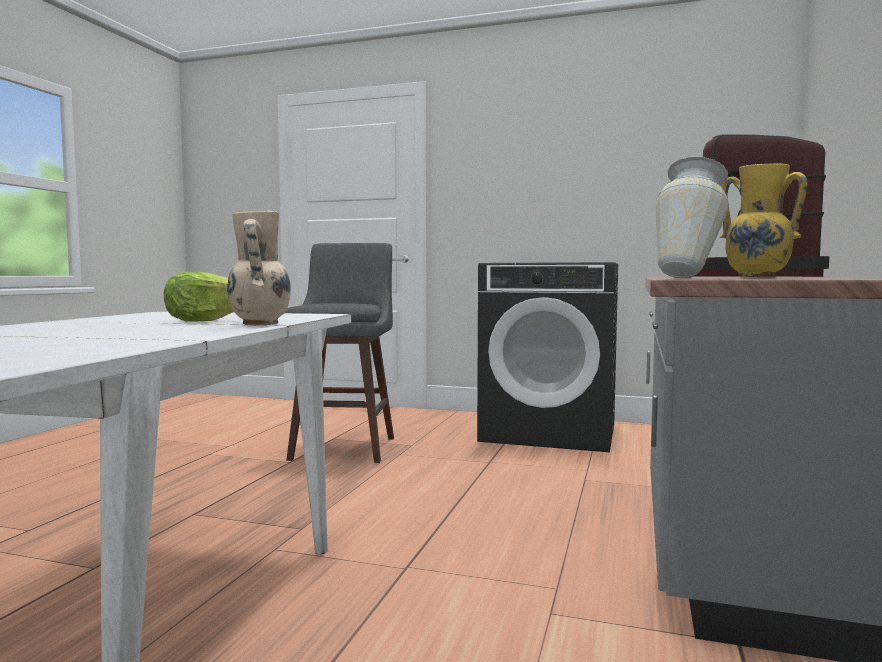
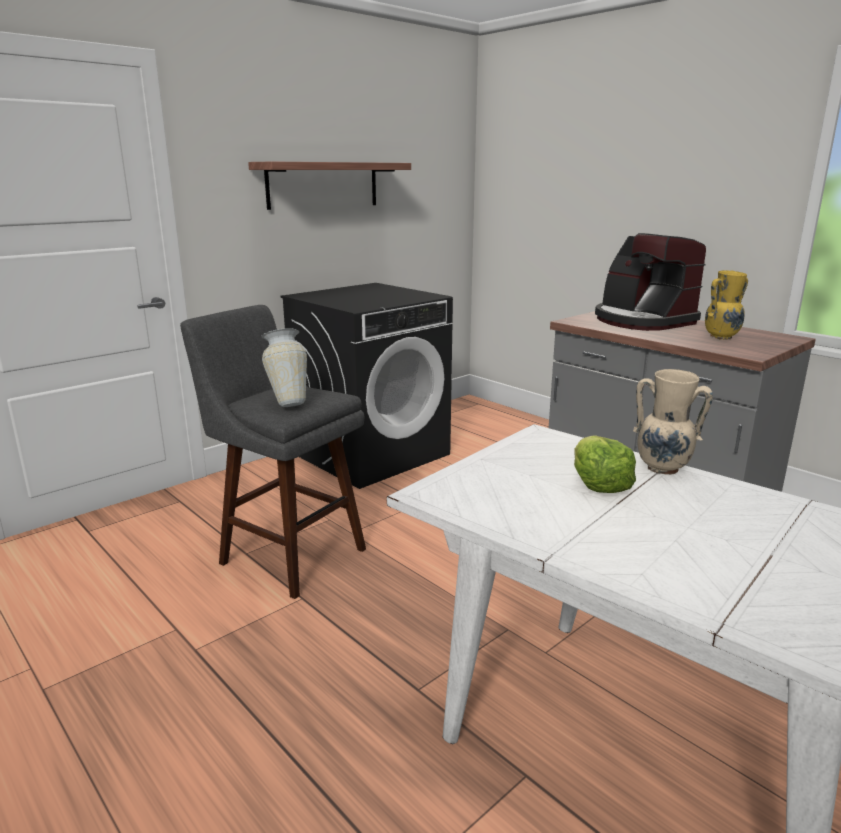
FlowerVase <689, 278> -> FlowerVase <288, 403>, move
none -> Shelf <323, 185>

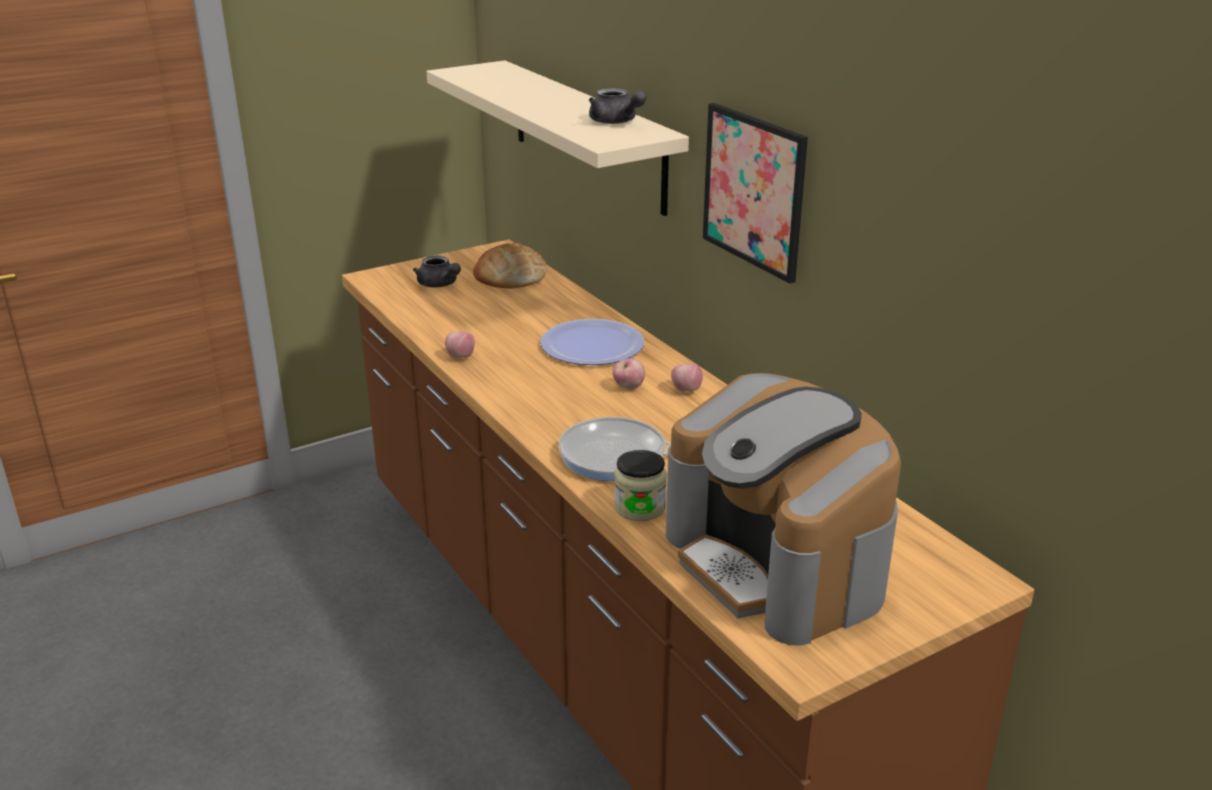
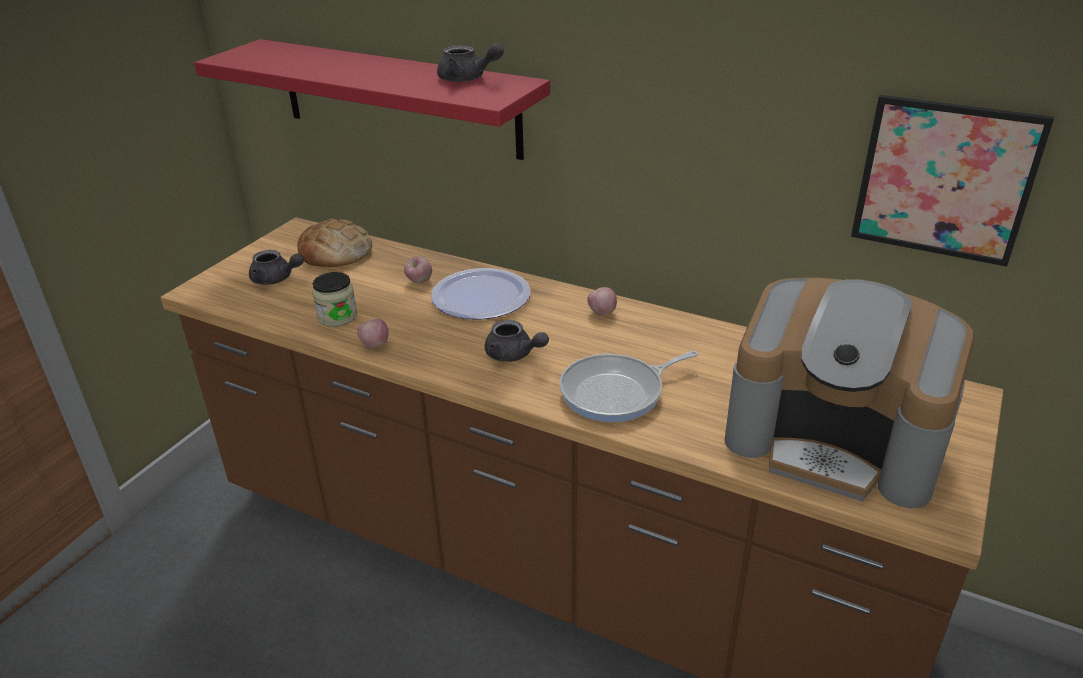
BeigeColouredShelf <586, 134> -> RedColouredShelf <398, 98>
WholeApple <628, 387> -> WholeApple <419, 282>, move
Jar <639, 507> -> Jar <337, 316>, move
WallArt <754, 190> -> WallArt <944, 180>, move
none -> GreyTeapot <513, 355>

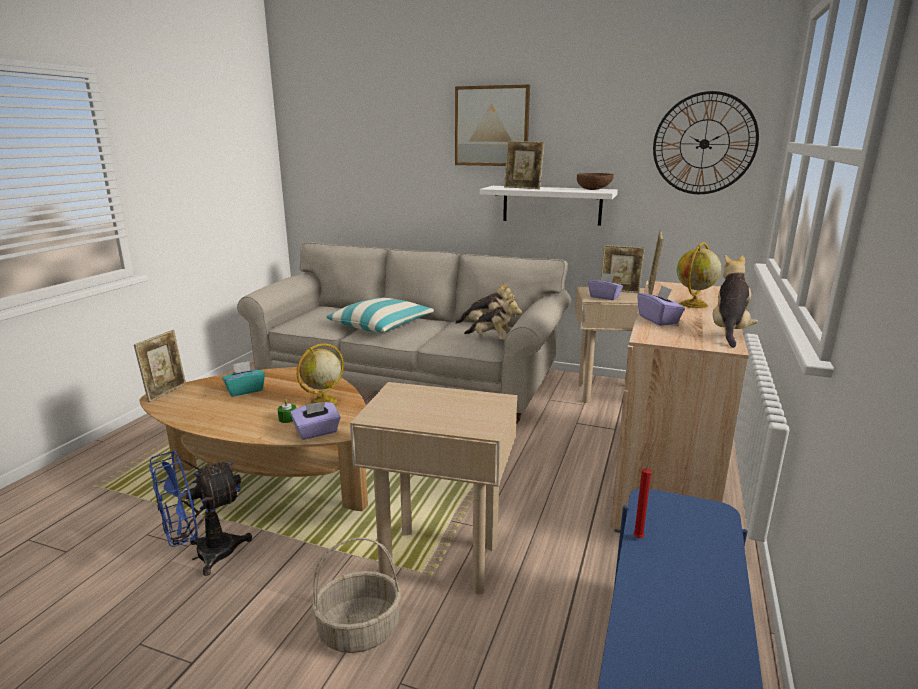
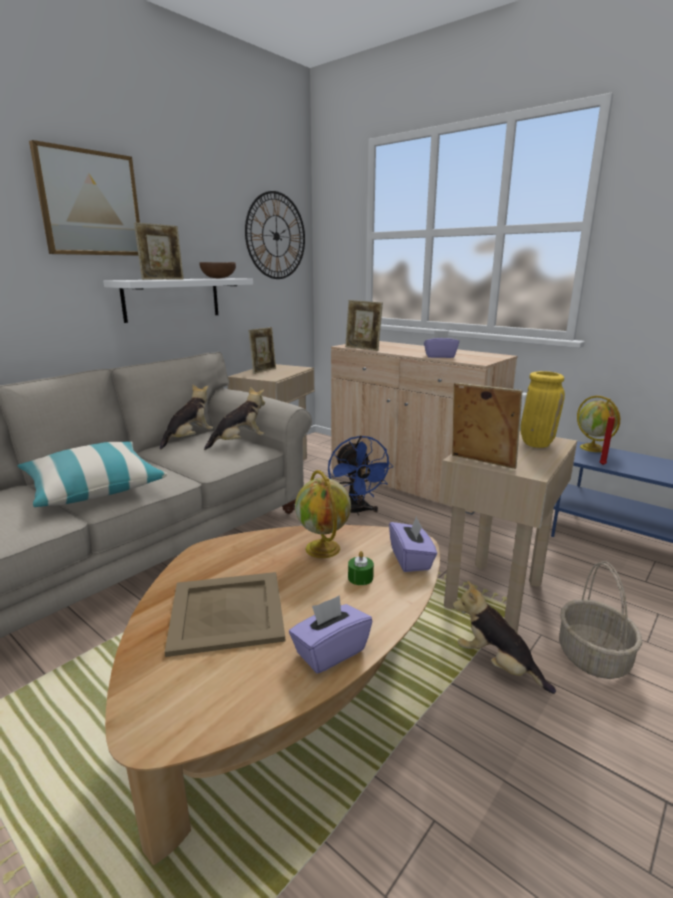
StandingFrame <166, 392> -> StandingFrame <481, 462>, move
BluishElectricFan <205, 556> -> BluishElectricFan <356, 512>, move
TurquoiseTissueBox <245, 390> -> BeigeColouredTray <228, 612>
PurpleColouredTissueBox <604, 297> -> PurpleColouredTissueBox <330, 651>, move
DeskGlobe <694, 305> -> DeskGlobe <593, 448>, move
PlushToy <729, 331> -> PlushToy <497, 665>, move
none -> YellowColouredFlowerVase <536, 443>

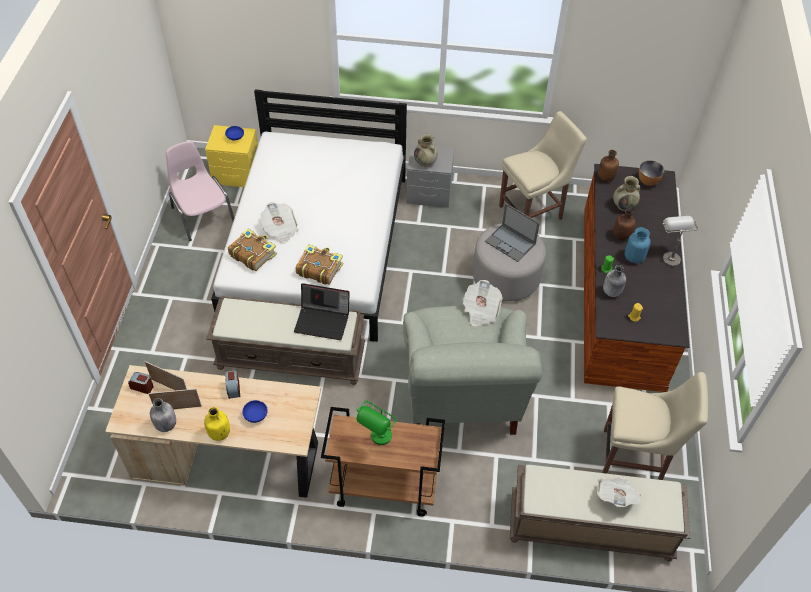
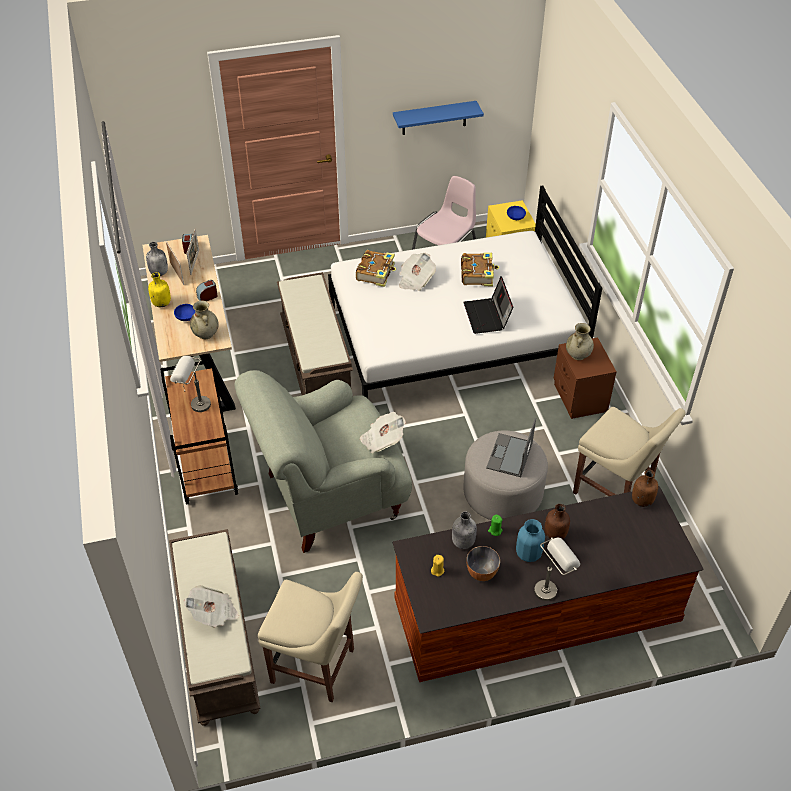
Laptop <323, 321> -> Laptop <487, 316>, move
Book <319, 268> -> Book <477, 274>, move
GreenishTableLamp <378, 441> -> GreyTableLamp <194, 404>
GreyNightstand <429, 194> -> BrownNightstand <580, 398>
BeigeColouredChair <635, 458> -> BeigeColouredChair <317, 667>, 60 degrees counterclockwise
BeigeColouredFlowerVase <624, 205> -> BeigeColouredFlowerVase <206, 334>, move
DeepDish <648, 181> -> DeepDish <481, 573>, move
none -> BluishShelf <434, 118>

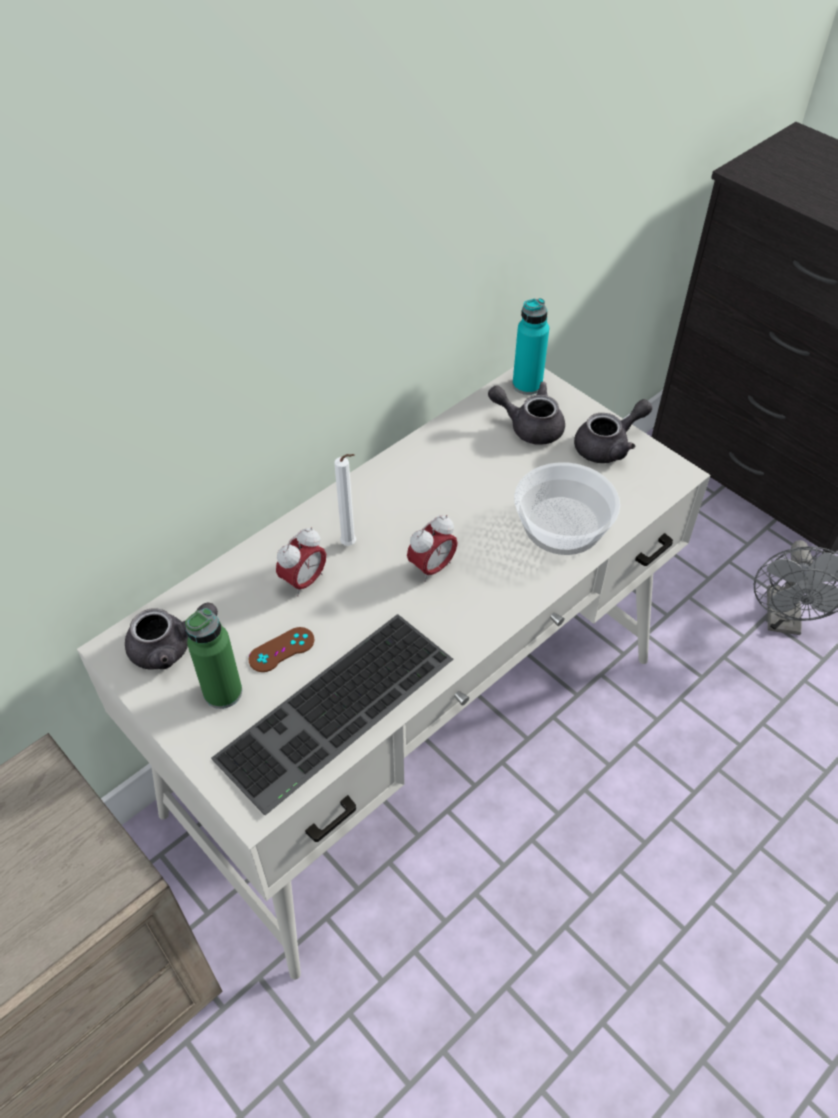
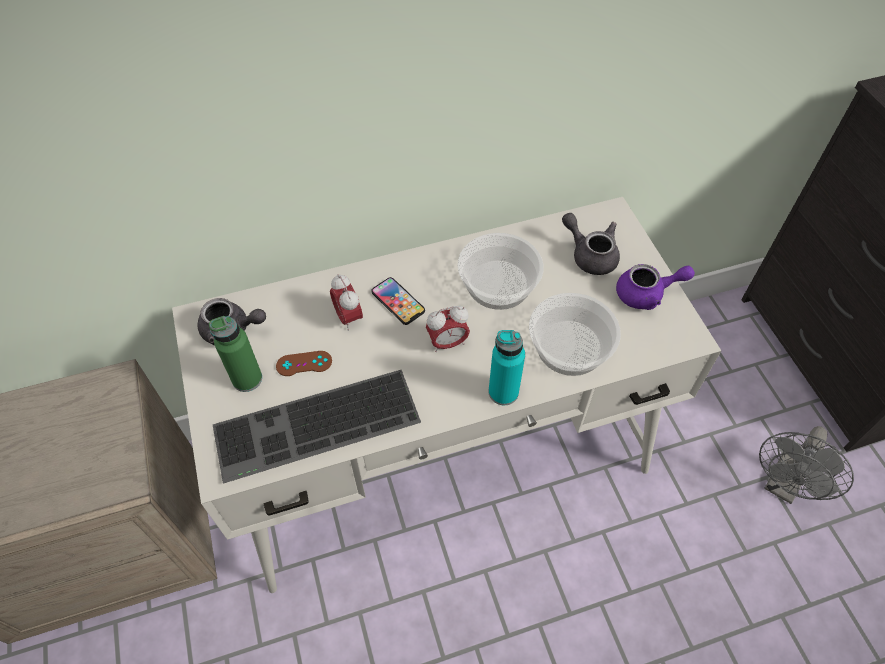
BedsideClock <304, 581> -> BedsideClock <348, 317>, 90 degrees clockwise
WhitishCandle <351, 545> -> Telephone <398, 301>
TurquoiseBeverageBottle <527, 385> -> TurquoiseBeverageBottle <503, 392>, move
GreyTeapot <608, 446> -> PurpleColouredTeapot <646, 294>
none -> DeepDish <497, 284>

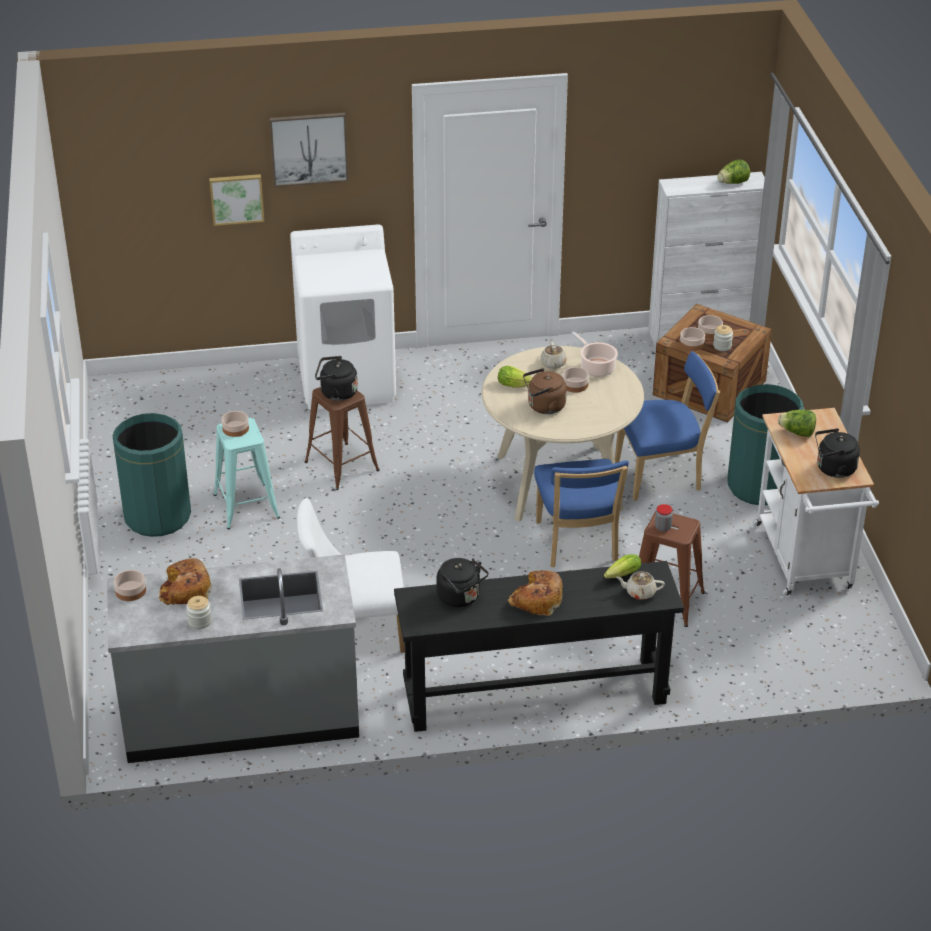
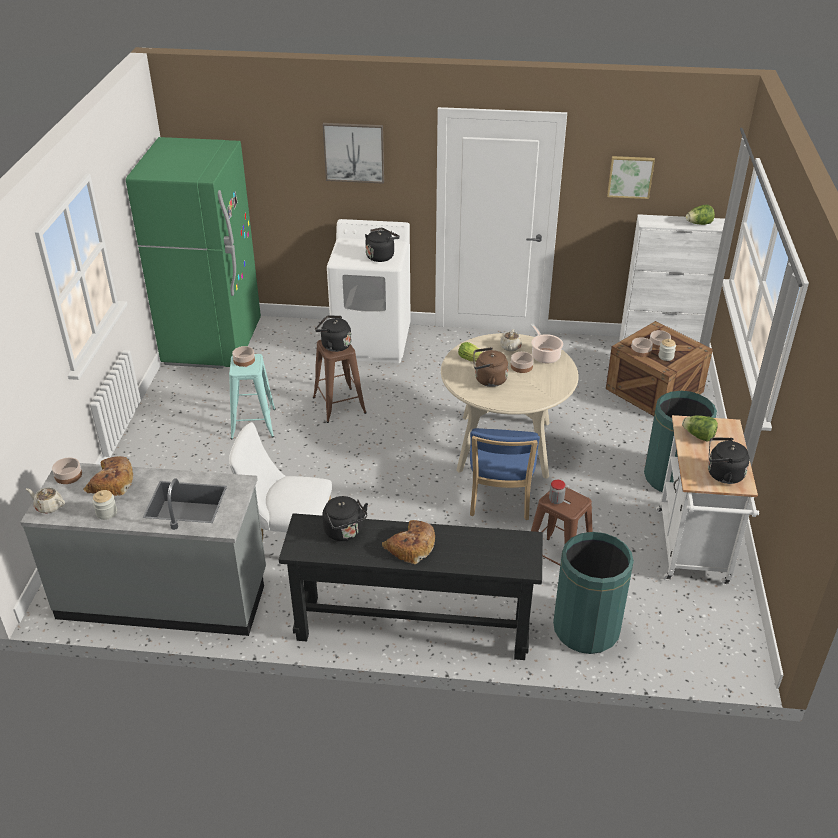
GreenishRubbishBin <157, 516> -> GreenishRubbishBin <586, 629>, move
WallArt <236, 198> -> WallArt <630, 176>, move
Lettuce <621, 576> -> none
BluishChair <662, 475> -> none
BeigeColouredTeapot <640, 592> -> BeigeColouredTeapot <48, 506>, move
none -> GreenishRefrigerator <213, 343>
none -> BlackishKettle <381, 256>

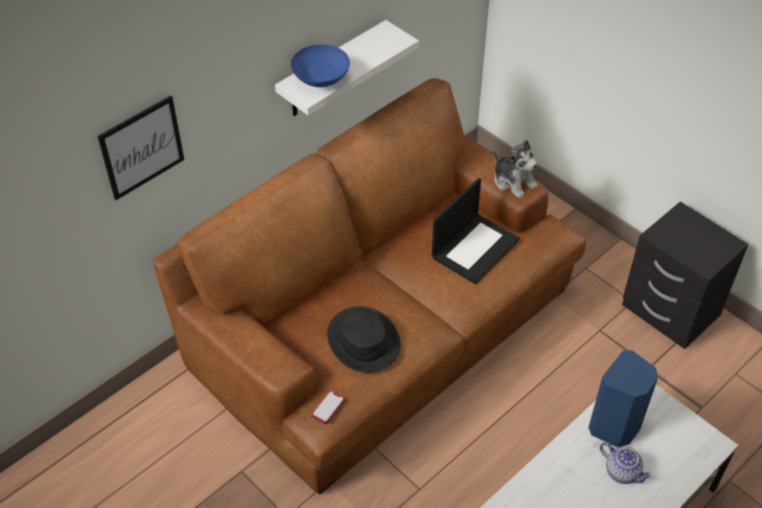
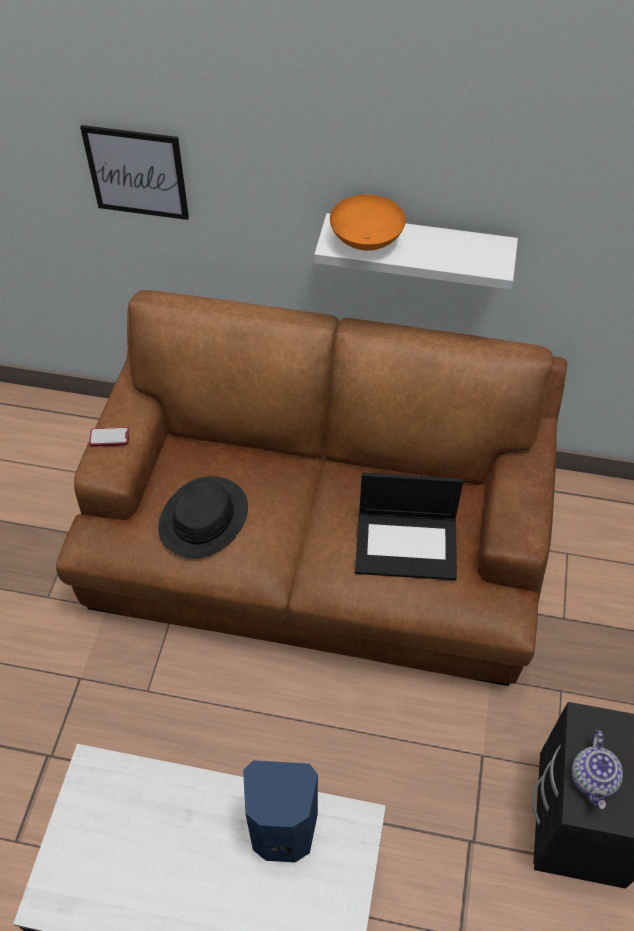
BluishDeepDish <320, 81> -> OrangeyDeepDish <365, 241>
Telephone <328, 408> -> Telephone <109, 438>, move
PlushToy <513, 181> -> none
Teapot <623, 472> -> Teapot <593, 779>, move

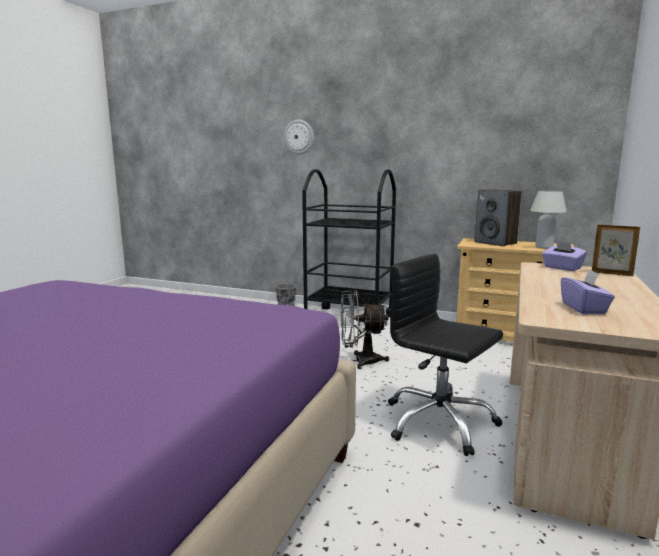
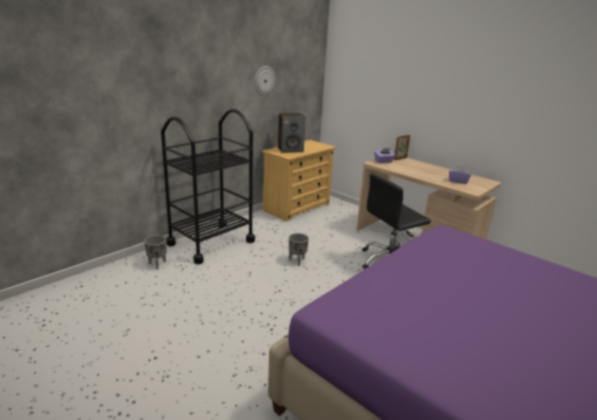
ClockOnTheWall <299, 137> -> ClockOnTheWall <264, 80>, move
GreyElectricFan <360, 361> -> GreyPlantPot <297, 261>
WhitishTableLamp <544, 247> -> none

